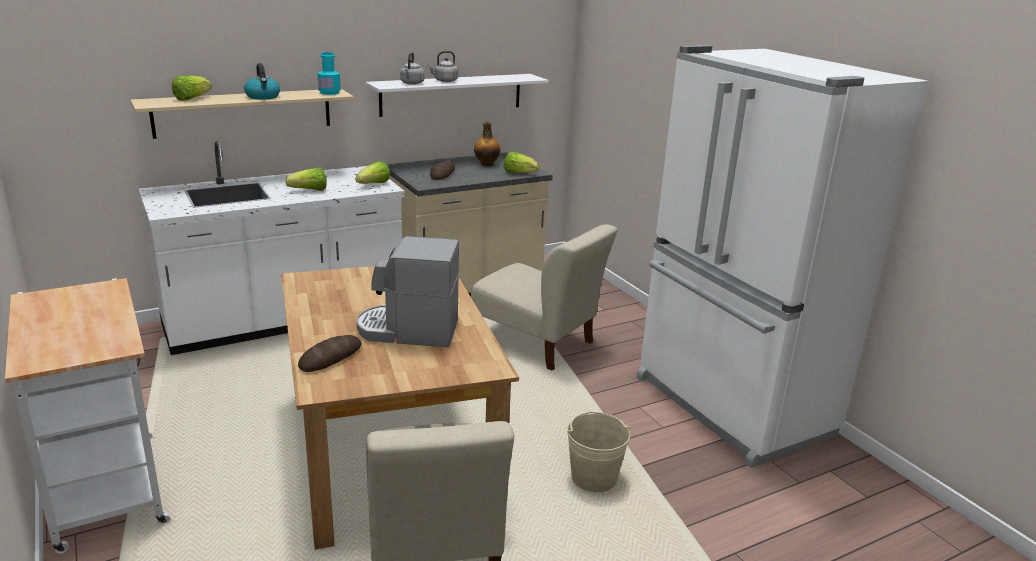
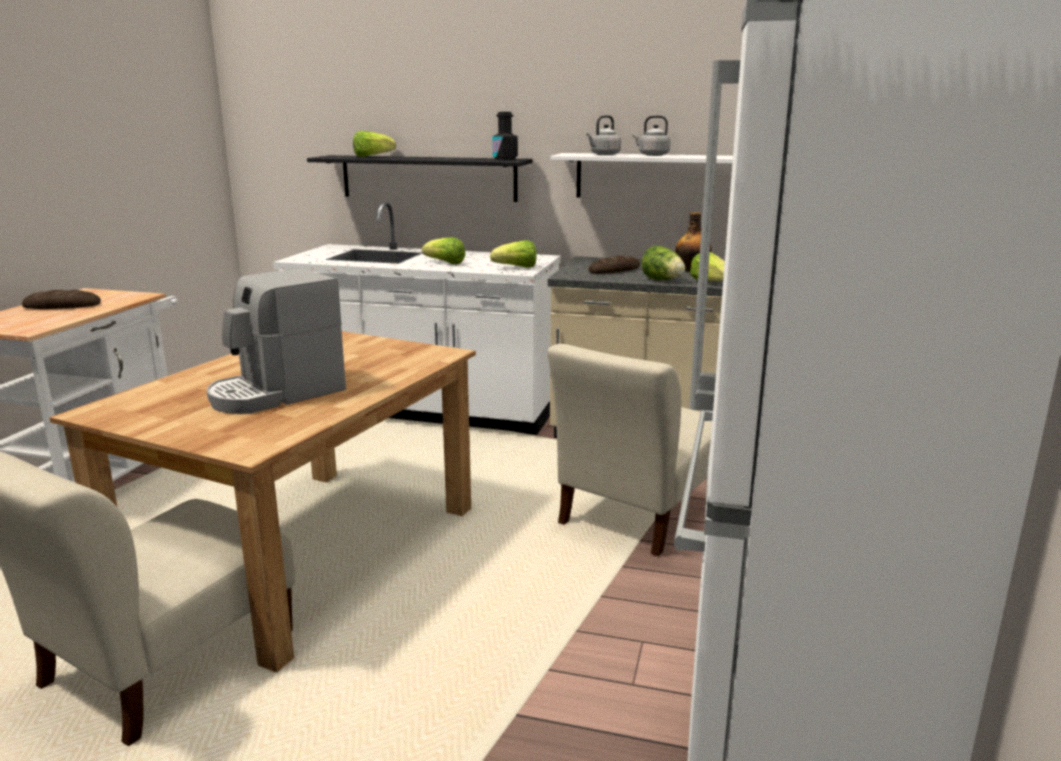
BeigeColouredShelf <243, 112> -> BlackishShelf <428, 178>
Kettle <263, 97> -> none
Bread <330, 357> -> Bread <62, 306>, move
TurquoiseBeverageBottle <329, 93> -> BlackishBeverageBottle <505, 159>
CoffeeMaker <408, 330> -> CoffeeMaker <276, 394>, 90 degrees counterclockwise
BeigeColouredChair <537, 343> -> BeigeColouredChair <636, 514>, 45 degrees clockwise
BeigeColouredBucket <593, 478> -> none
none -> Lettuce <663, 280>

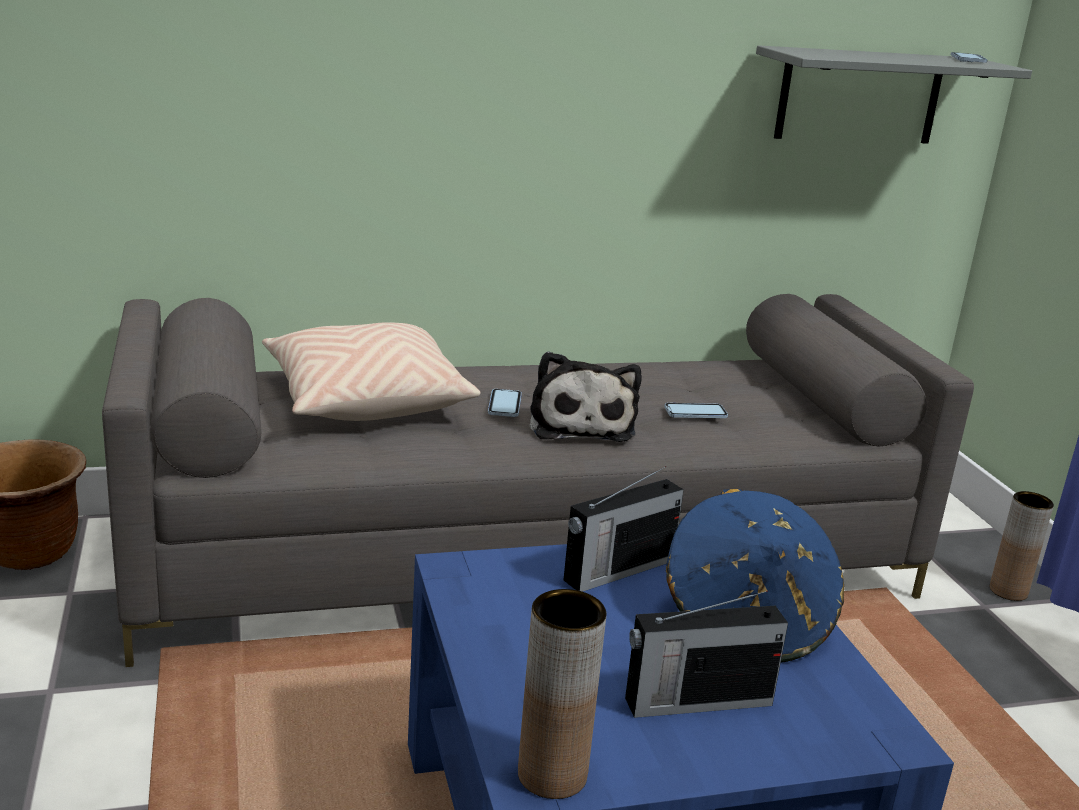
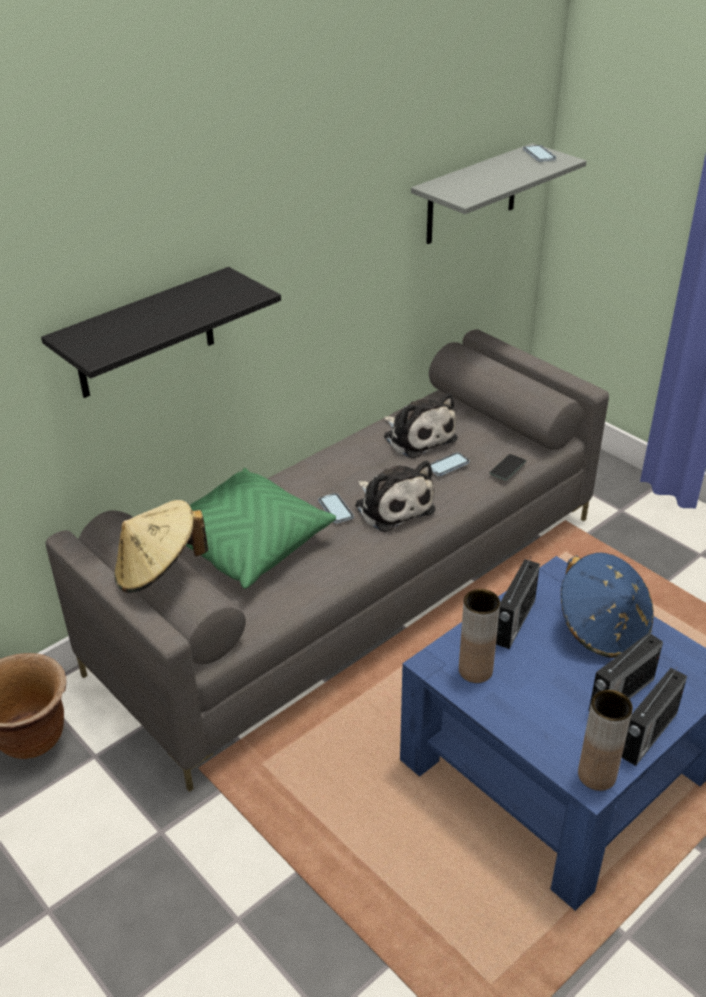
BeigeColouredPillow <365, 400> -> GreenishPillow <246, 543>
BrownFlowerVase <1008, 591> -> BrownFlowerVase <475, 670>, move
none -> BlackishShelf <145, 335>
none -> BeigeColouredHat <159, 571>
none -> PlushToy <417, 436>
none -> Telephone <507, 468>
none -> RadioSet <647, 735>

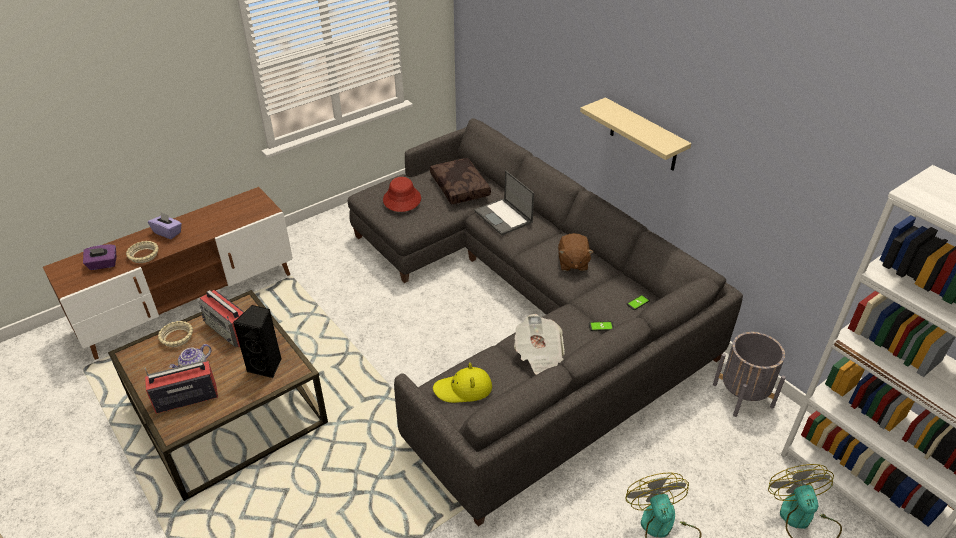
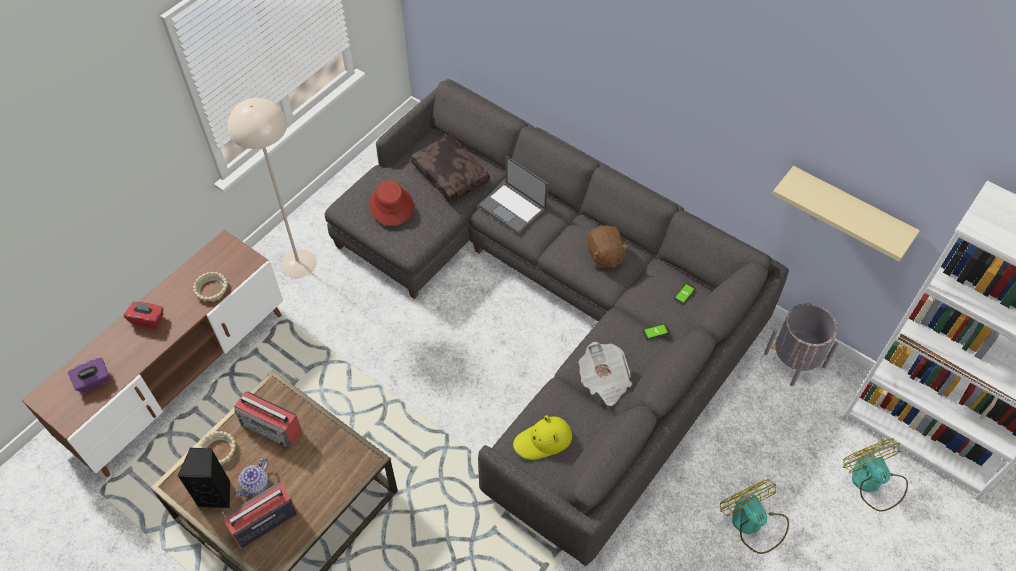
BeigeColouredDeepDish <144, 255> -> BeigeColouredDeepDish <212, 289>, move
PurpleColouredTissueBox <168, 232> -> RedColouredTissueBox <148, 319>
BlackishSpeaker <266, 366> -> BlackishSpeaker <217, 494>, move
BeigeColouredShelf <643, 135> -> BeigeColouredShelf <848, 211>, move
none -> BeigeColouredStandardLamp <298, 263>

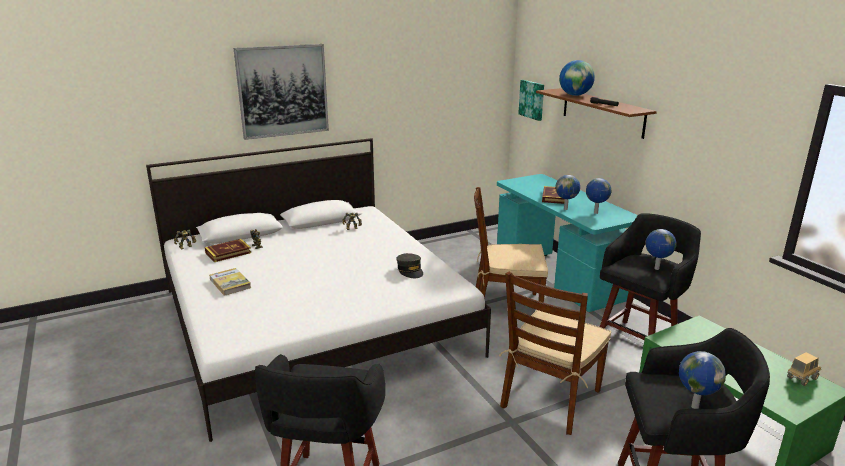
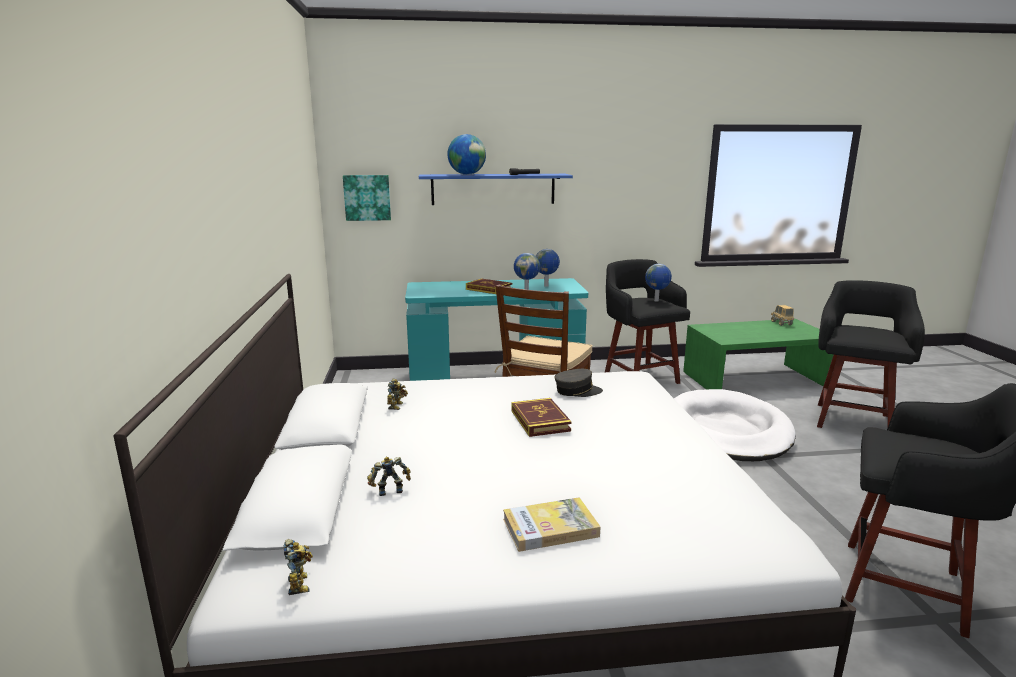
Book <228, 253> -> Book <540, 421>, move
WallArt <283, 91> -> none
BrownChair <550, 399> -> WhitishPetBed <727, 431>
BrownShelf <602, 112> -> BluishShelf <493, 189>
DeskGlobe <694, 406> -> none

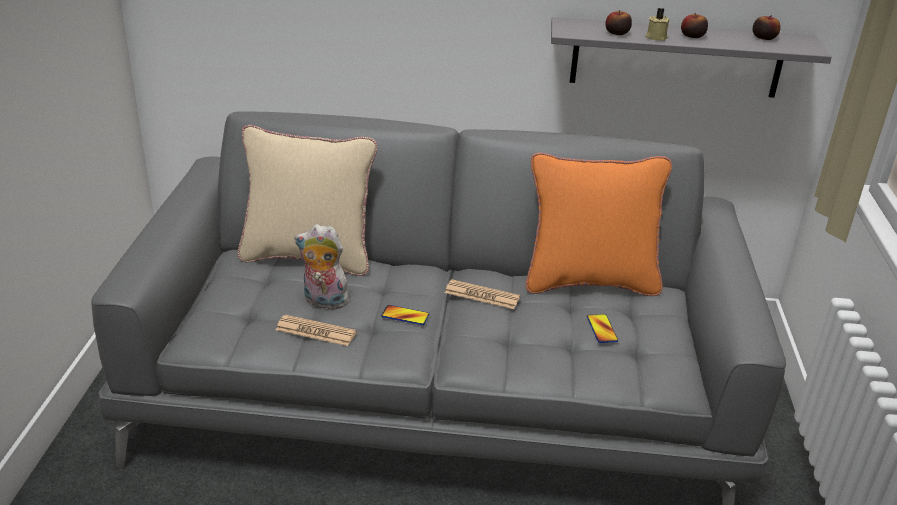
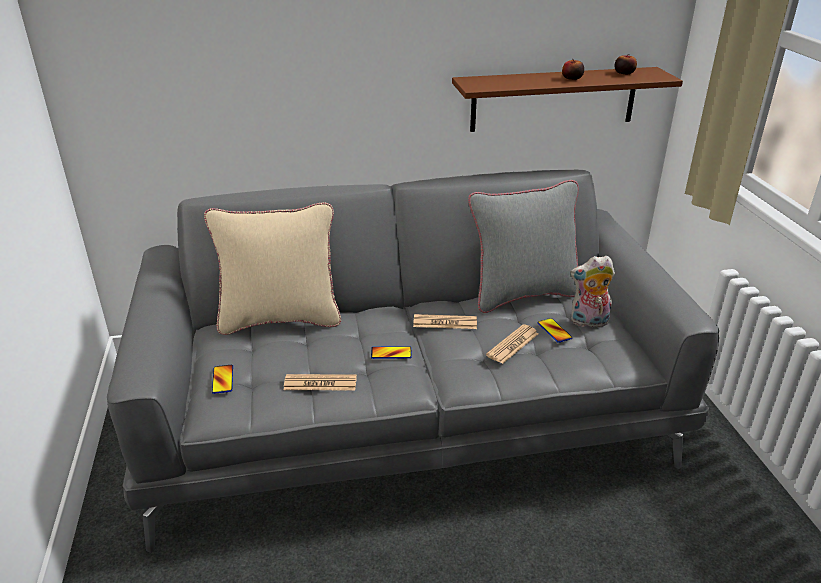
PlushToy <323, 302> -> PlushToy <588, 322>, move
OrangeyPillow <589, 281> -> GreyPillow <523, 294>
GreyShelf <676, 58> -> BrownShelf <554, 99>
WholeApple <617, 33> -> none
BeigeColouredCandle <656, 37> -> none
none -> Telephone <222, 379>
none -> DailyPaper <512, 344>

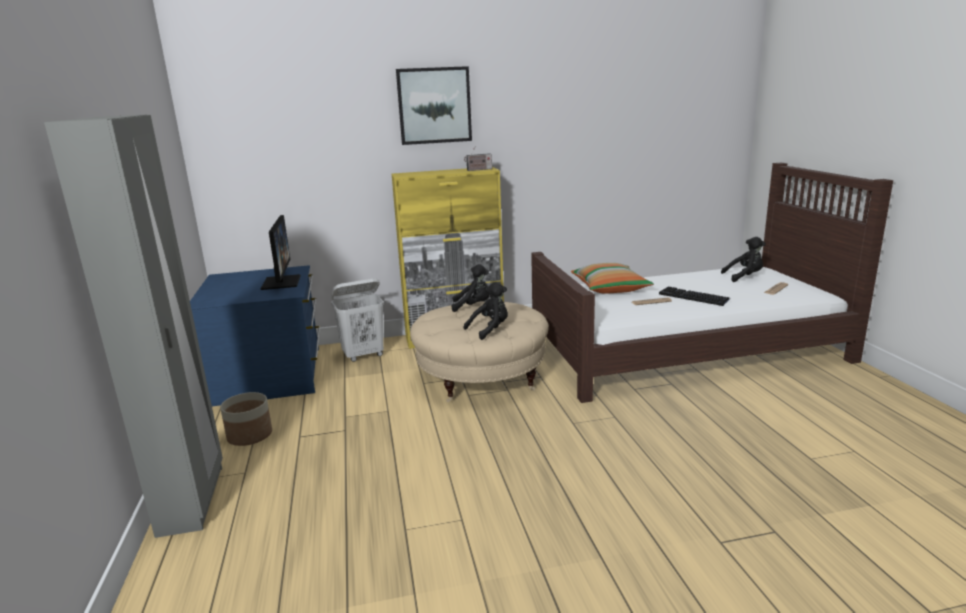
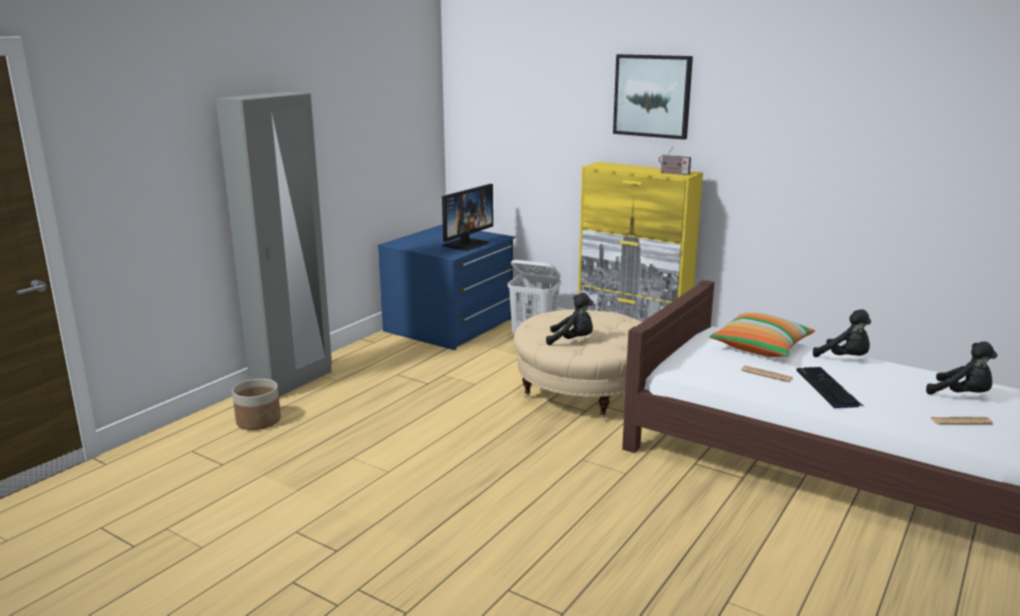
PlantPot <249, 435> -> PlantPot <258, 421>, move
BlackishPlushToy <473, 306> -> BlackishPlushToy <845, 358>, move

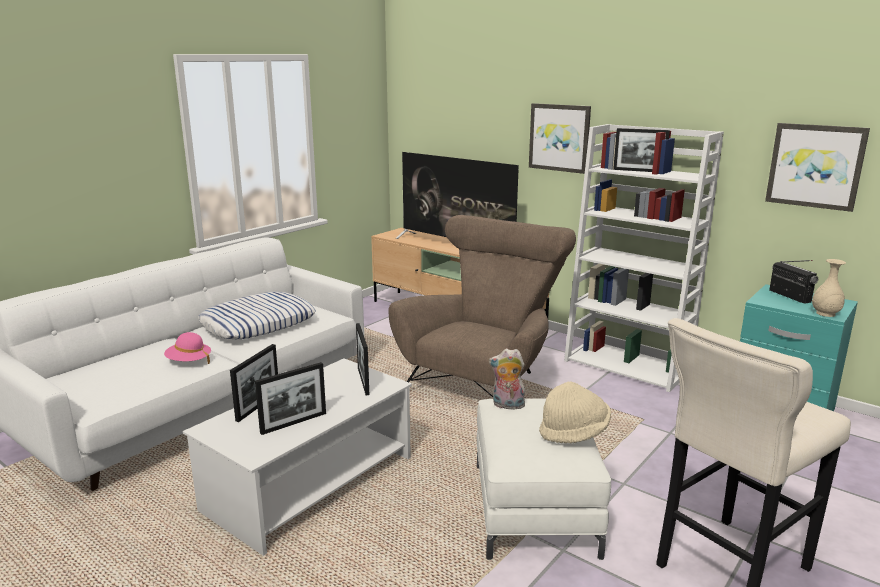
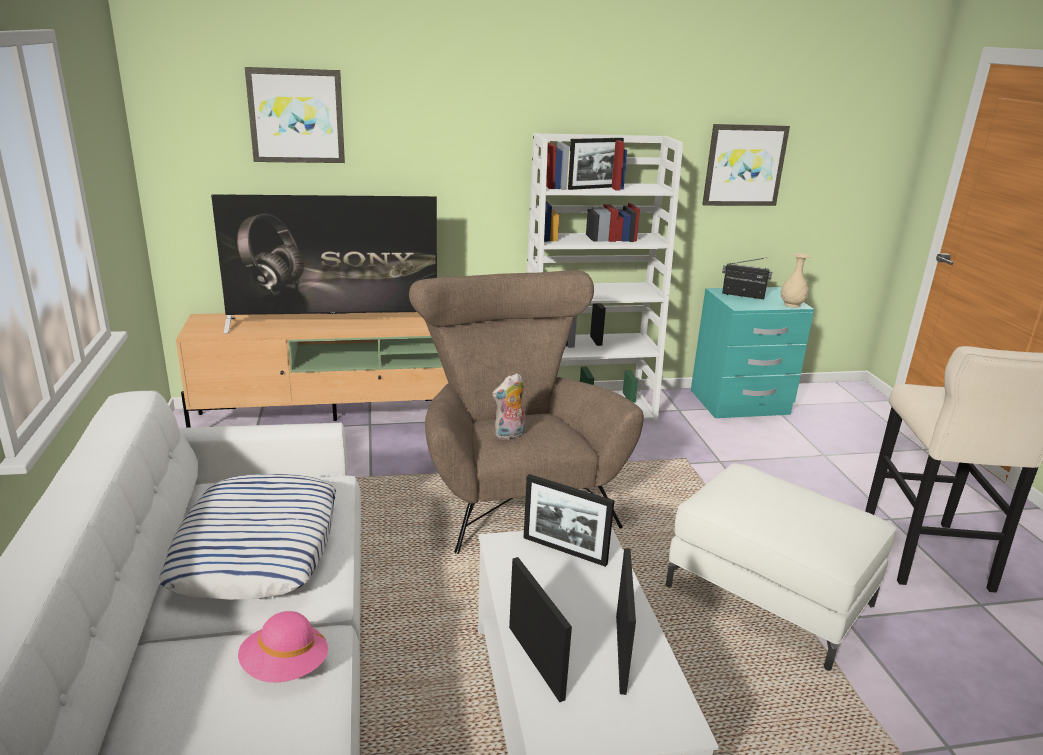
PlushToy <507, 406> -> PlushToy <509, 435>, move
WallArt <559, 137> -> WallArt <296, 116>, move
BeigeColouredHat <574, 433> -> none

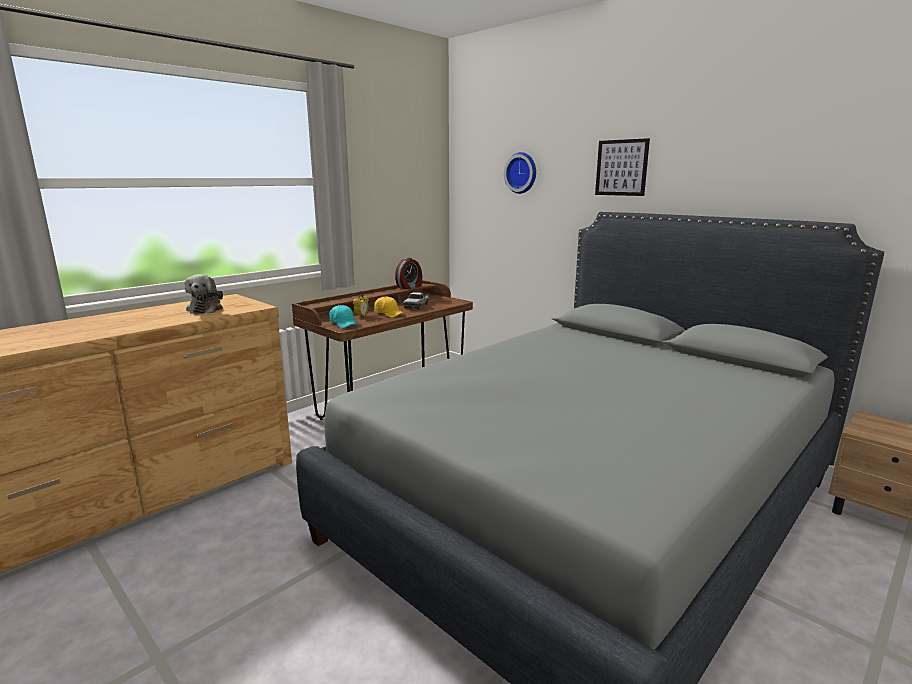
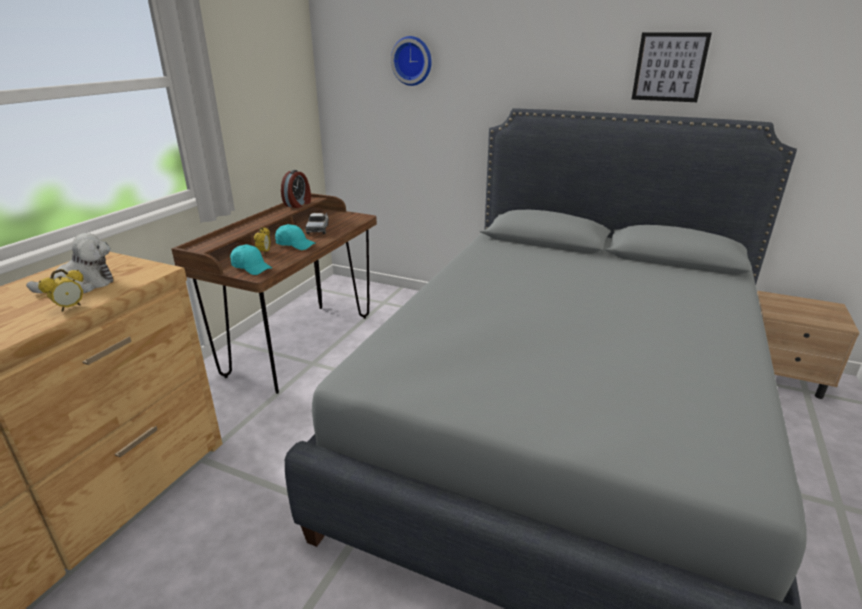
PlushToy <206, 309> -> PlushToy <82, 284>, 90 degrees counterclockwise
YellowColouredBaseballCap <389, 314> -> TurquoiseBaseballCap <295, 245>
WallArt <621, 167> -> WallArt <669, 67>, move
none -> BedsideClock <70, 307>

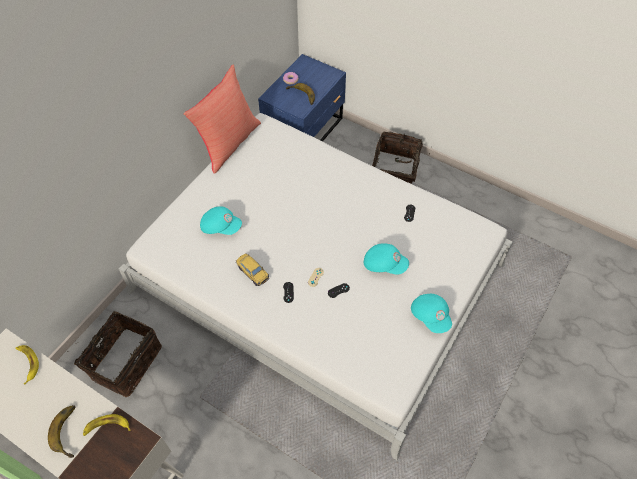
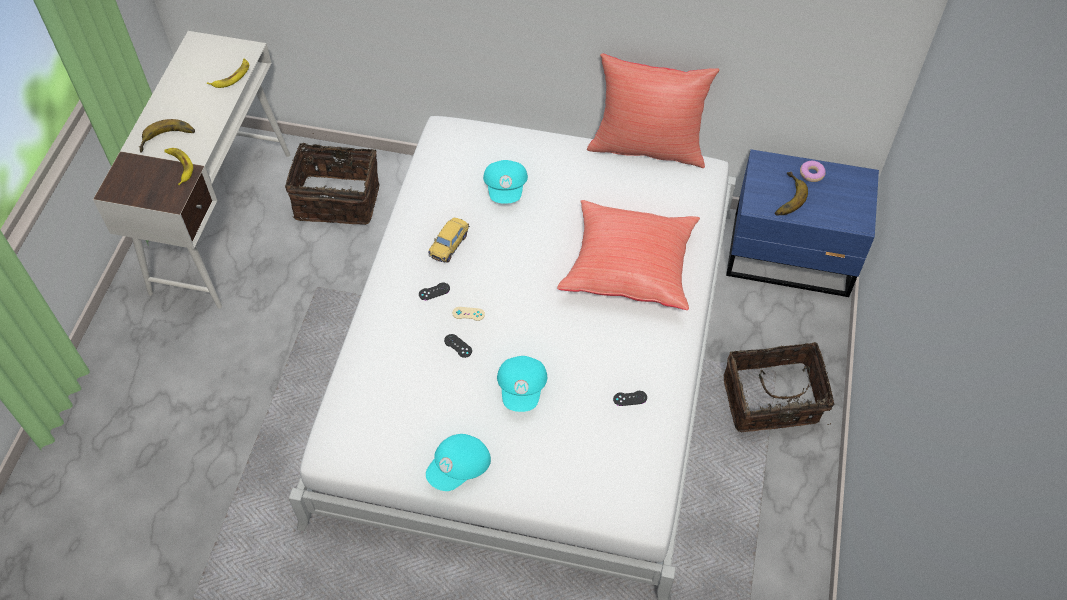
none -> RedColouredPillow <629, 268>

